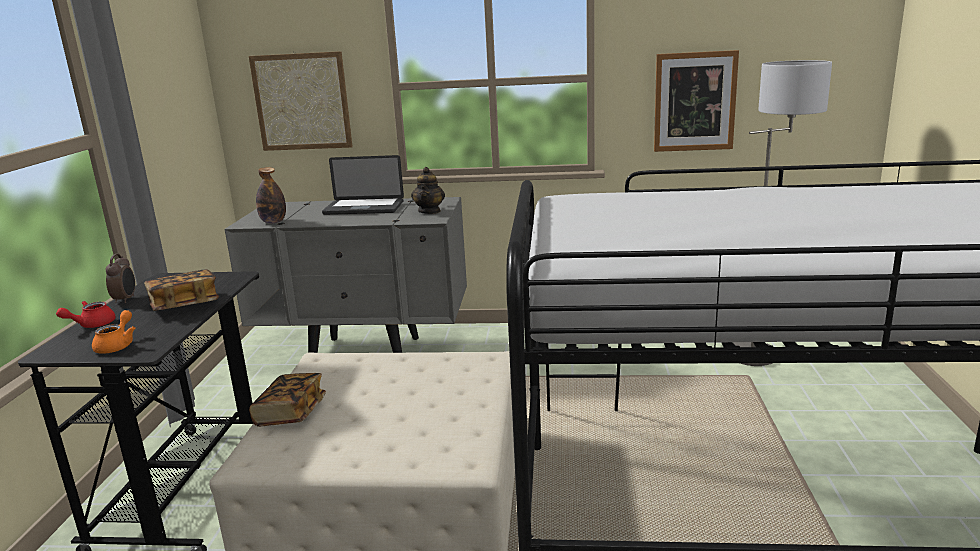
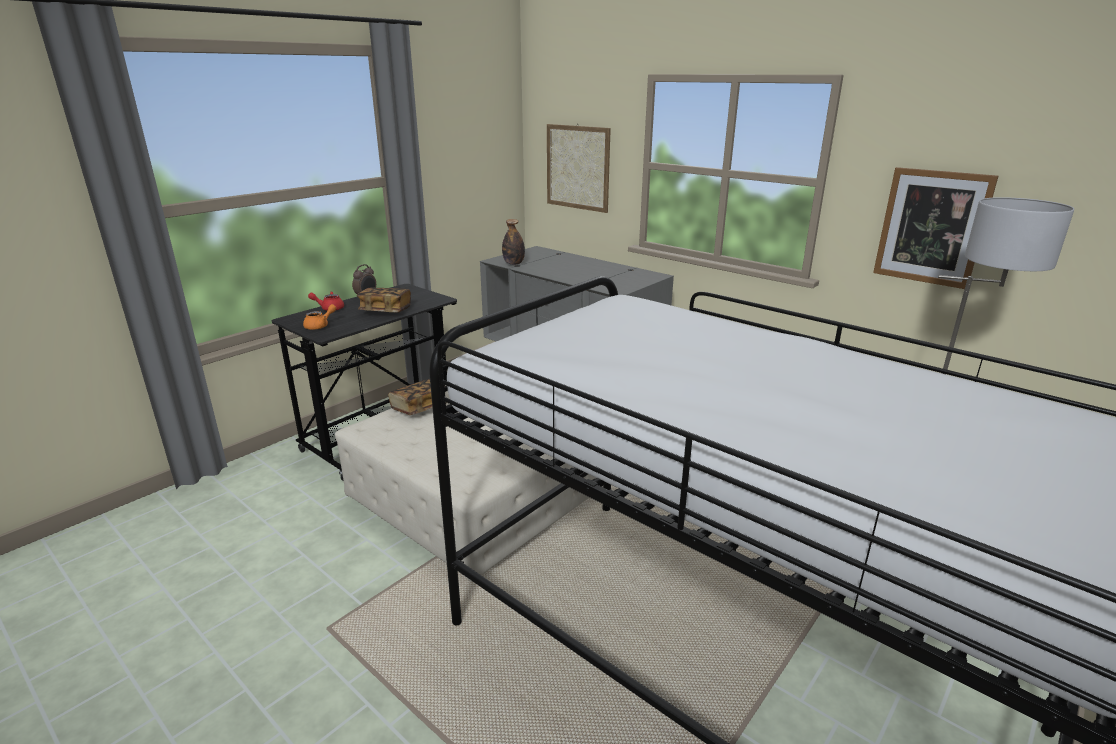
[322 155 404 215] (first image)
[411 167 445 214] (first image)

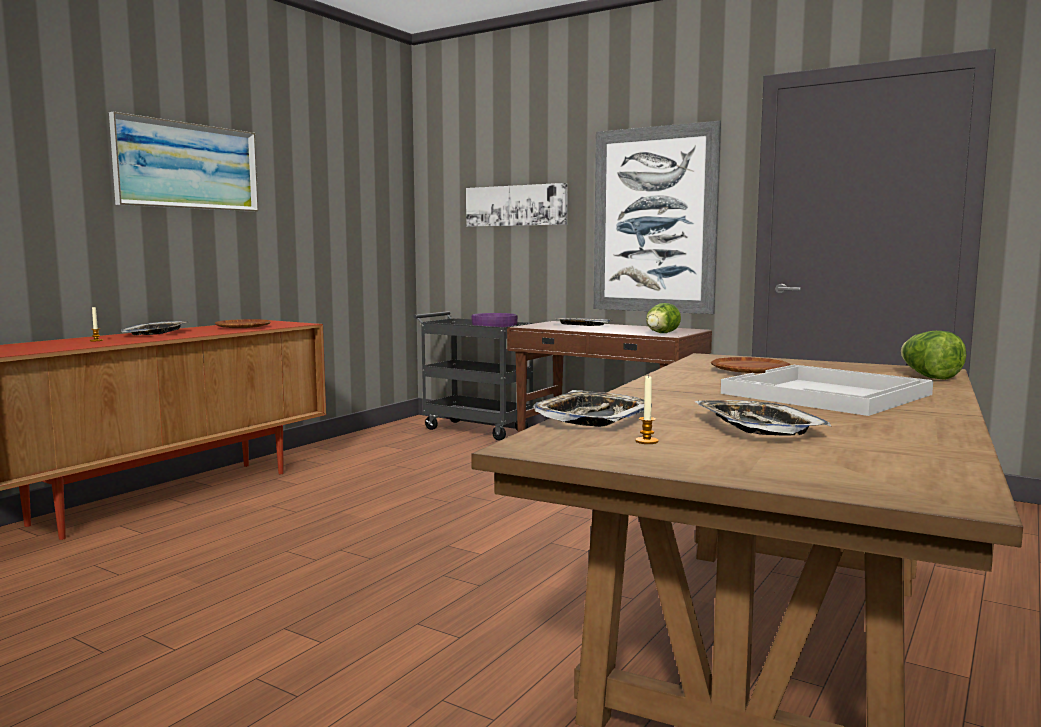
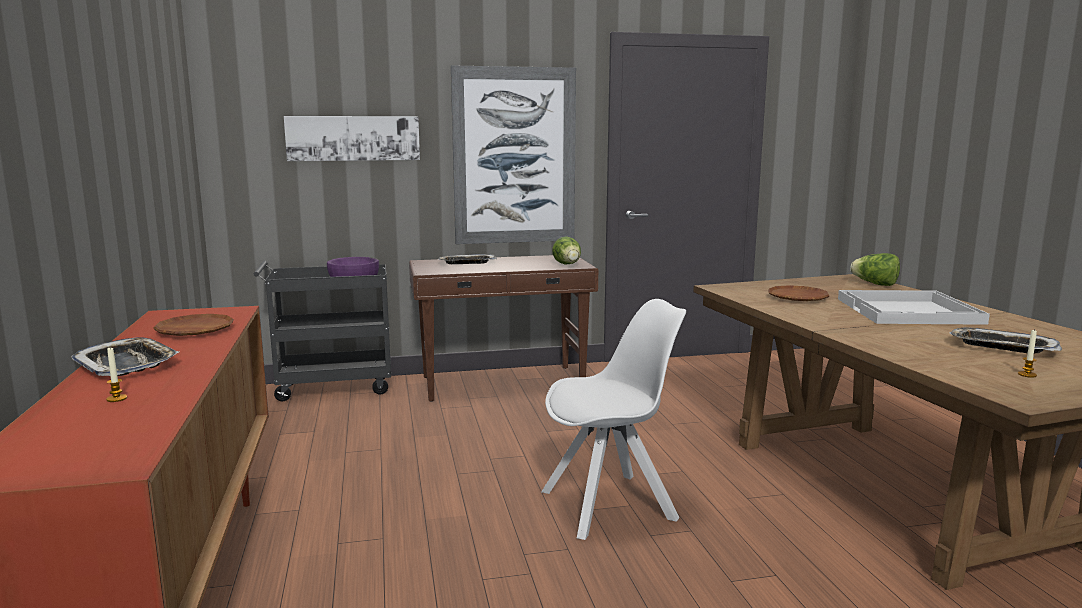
[541 299 686 540]
[109 112 259 212] (first image)
[533 390 652 427] (first image)

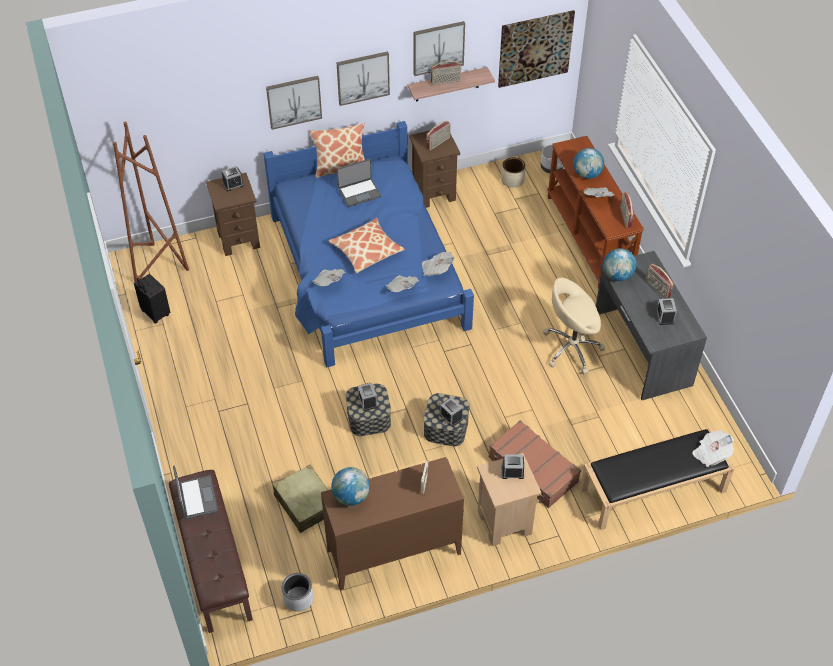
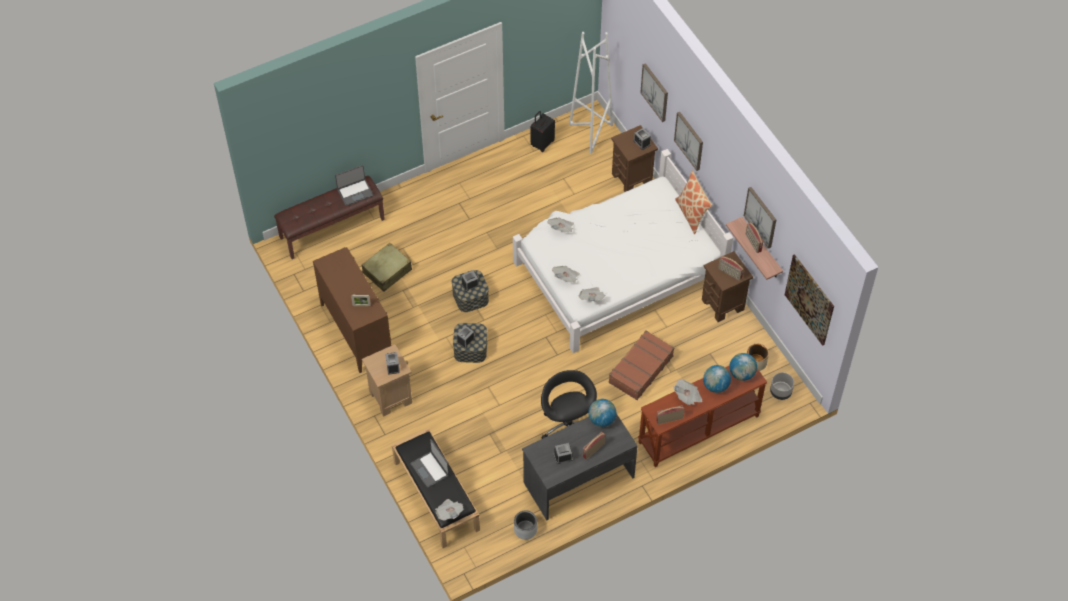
[410 439 449 488]
[513 149 733 353]
[514 510 537 540]
[541 370 597 439]
[569 32 613 154]
[609 330 674 400]
[640 63 668 122]
[729 353 757 381]
[329 218 405 273] (first image)

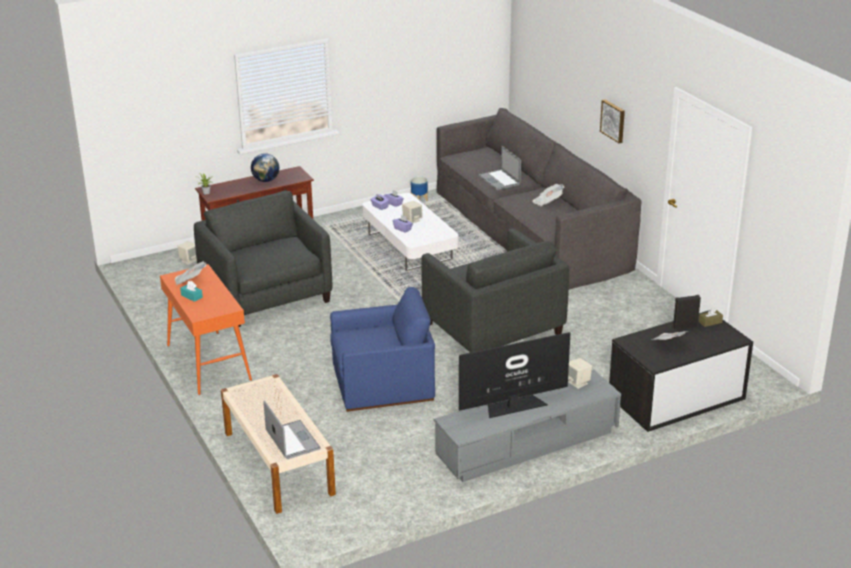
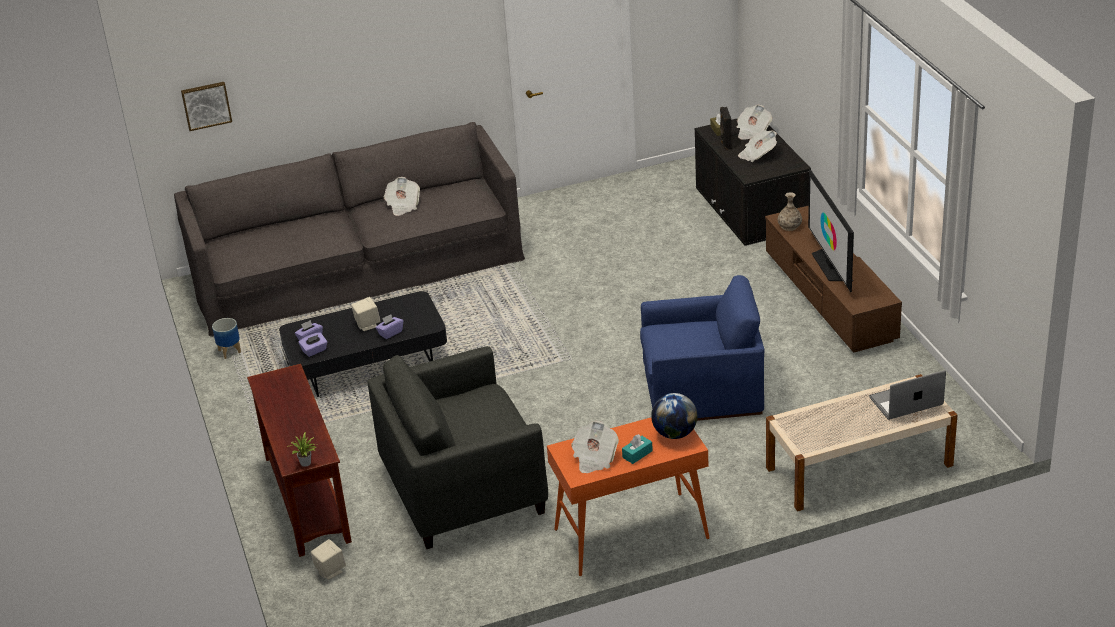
[181 82 232 131]
[279 291 447 397]
[640 275 764 421]
[651 393 697 439]
[737 105 772 140]
[765 205 902 353]
[778 192 802 231]
[422 229 569 353] (first image)
[478 146 521 190] (first image)

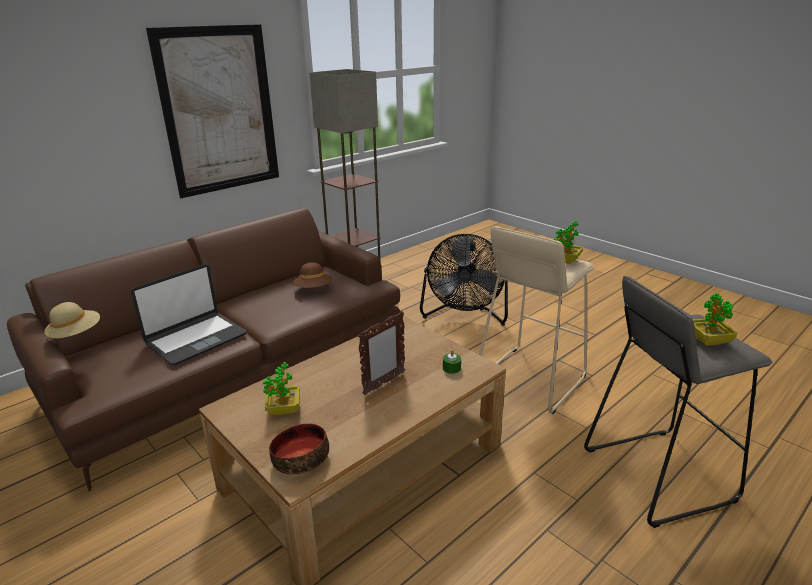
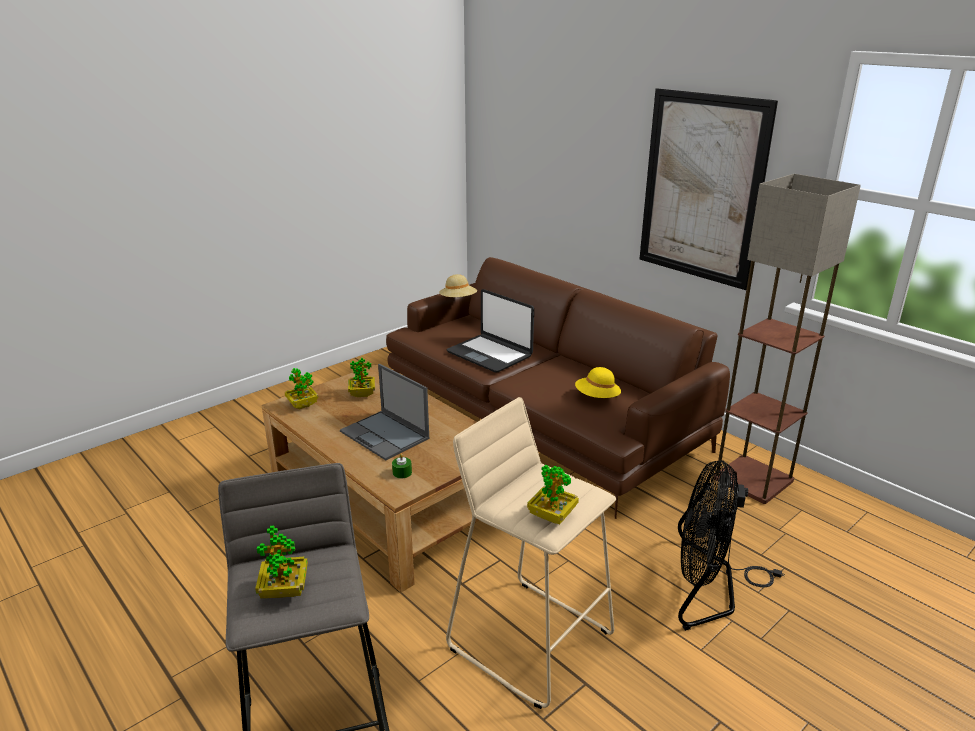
[285 368 318 409]
[340 364 429 460]
[575 367 621 398]

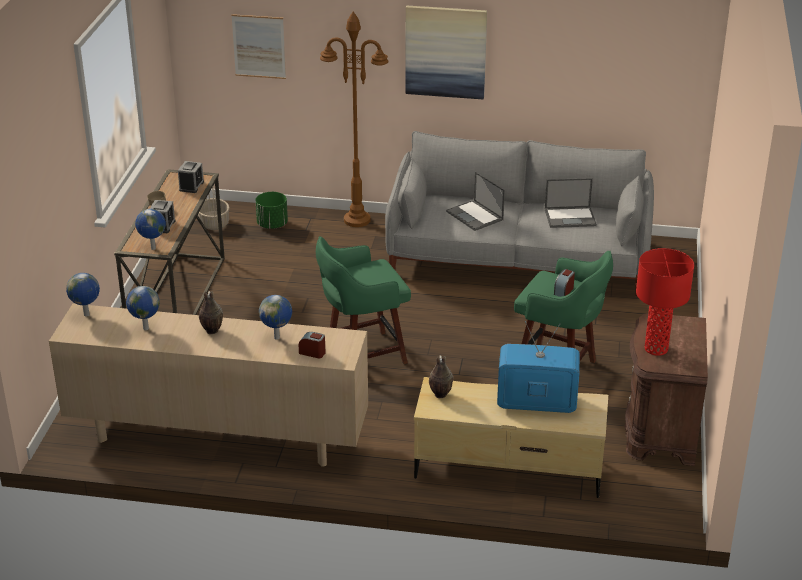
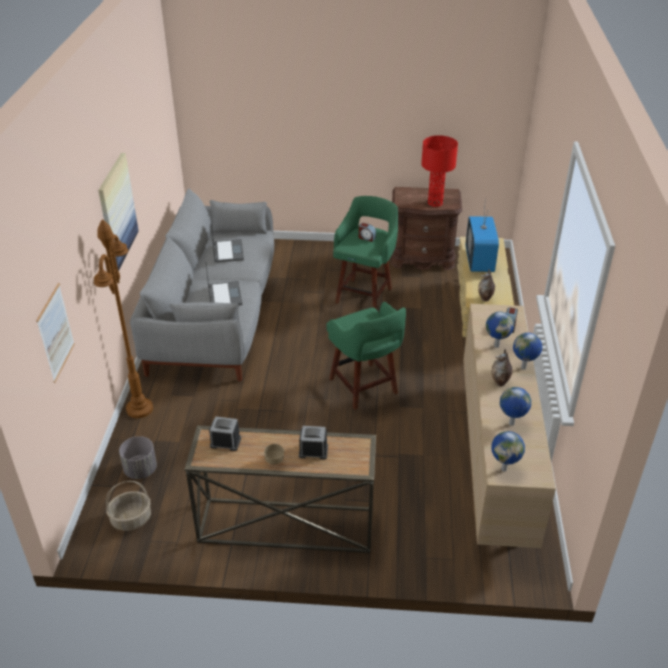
[119 436 157 479]
[205 262 242 305]
[513 333 542 369]

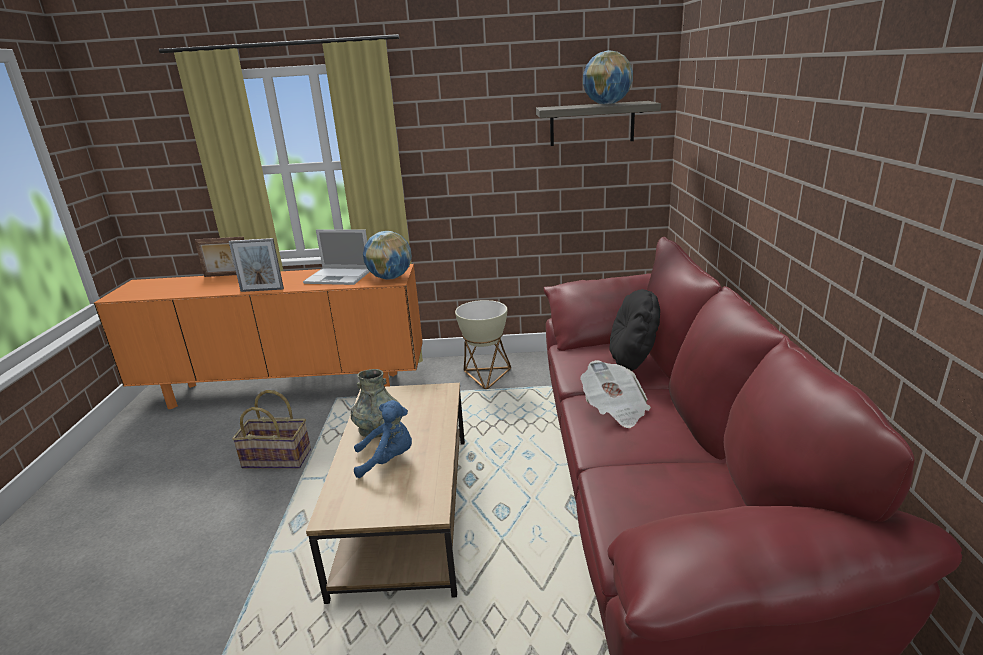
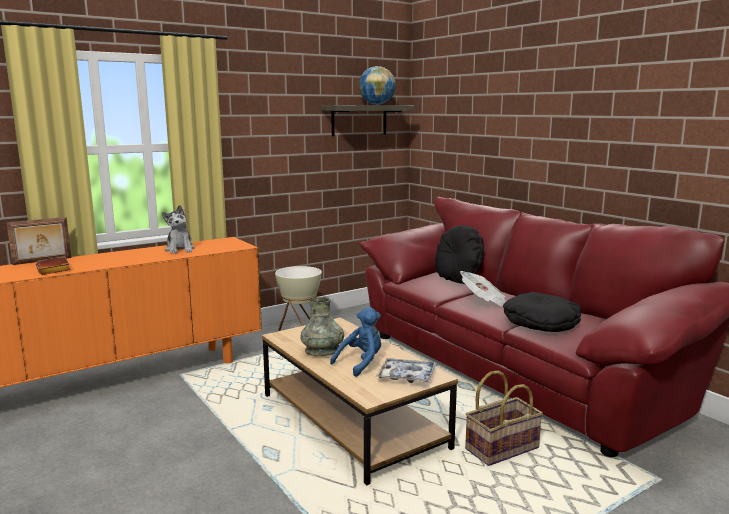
[36 256 71 275]
[162 205 195 254]
[376 358 436 383]
[465 371 543 466]
[503 292 581 332]
[228 238 284 292] (first image)
[363 231 412 280] (first image)

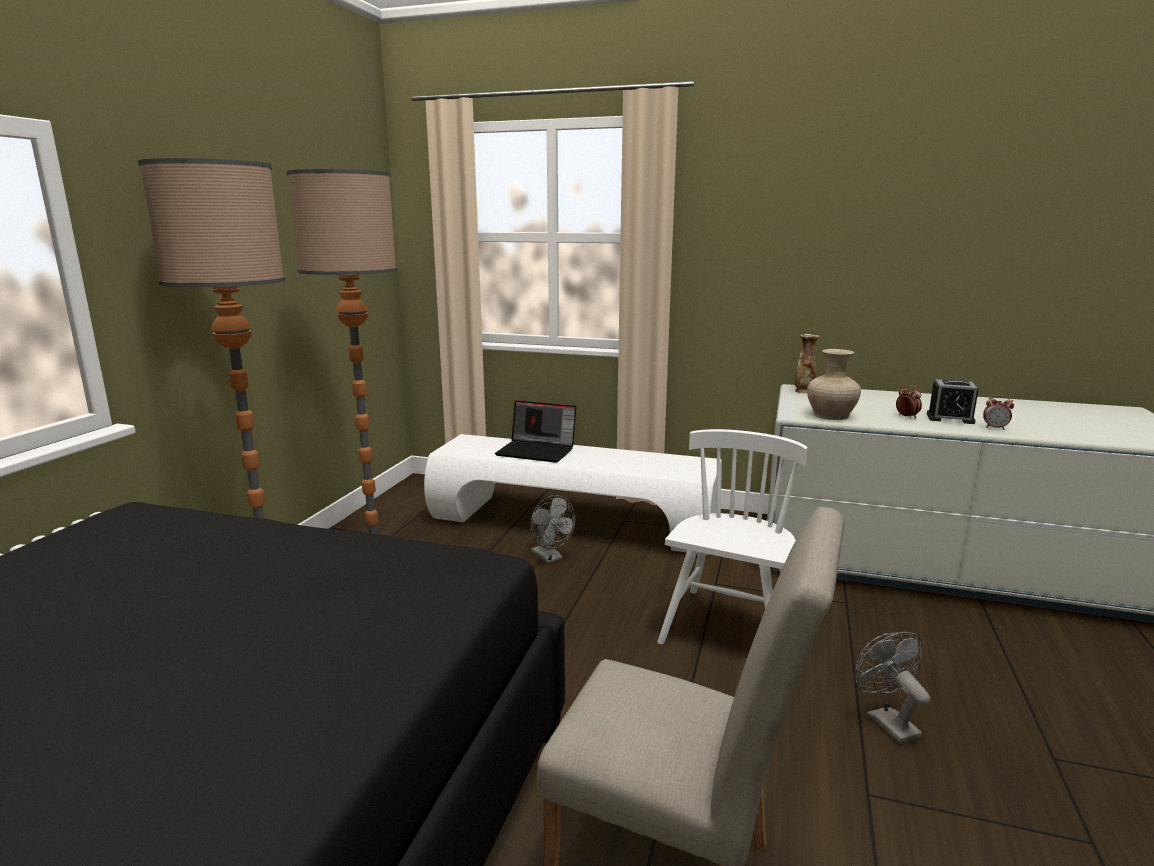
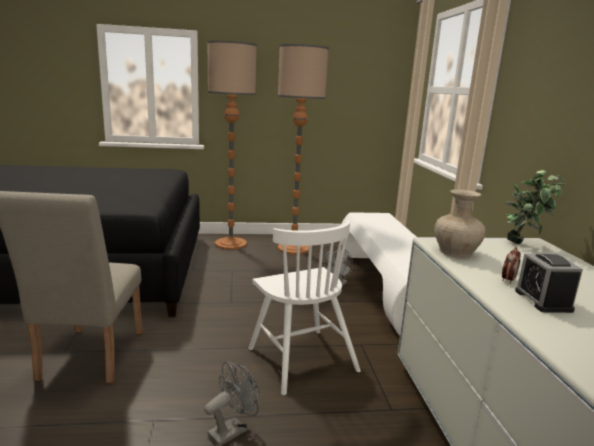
[248 220 361 395]
[505 170 566 244]
[495 400 576 463] (first image)
[983 395 1014 430] (first image)

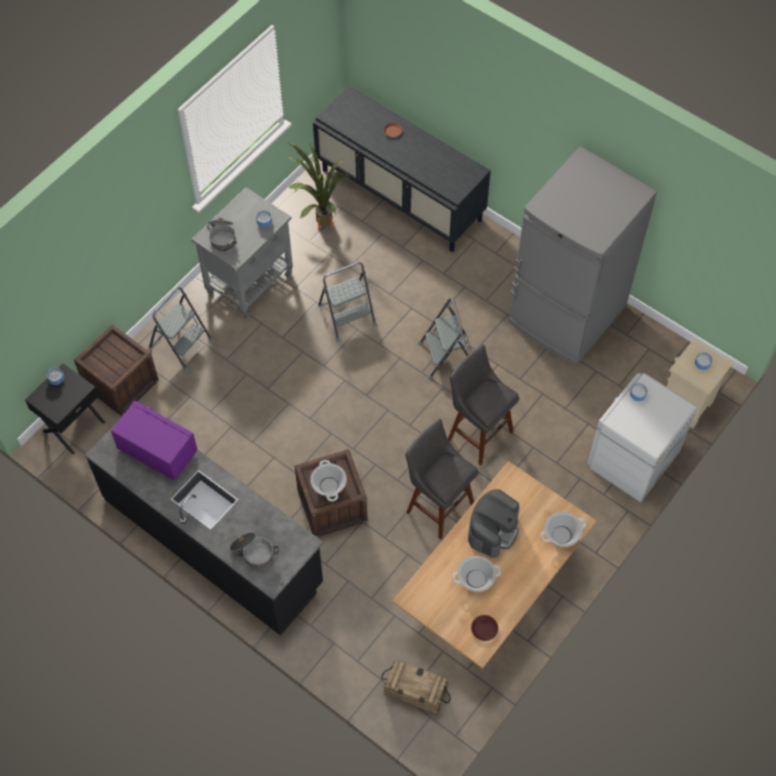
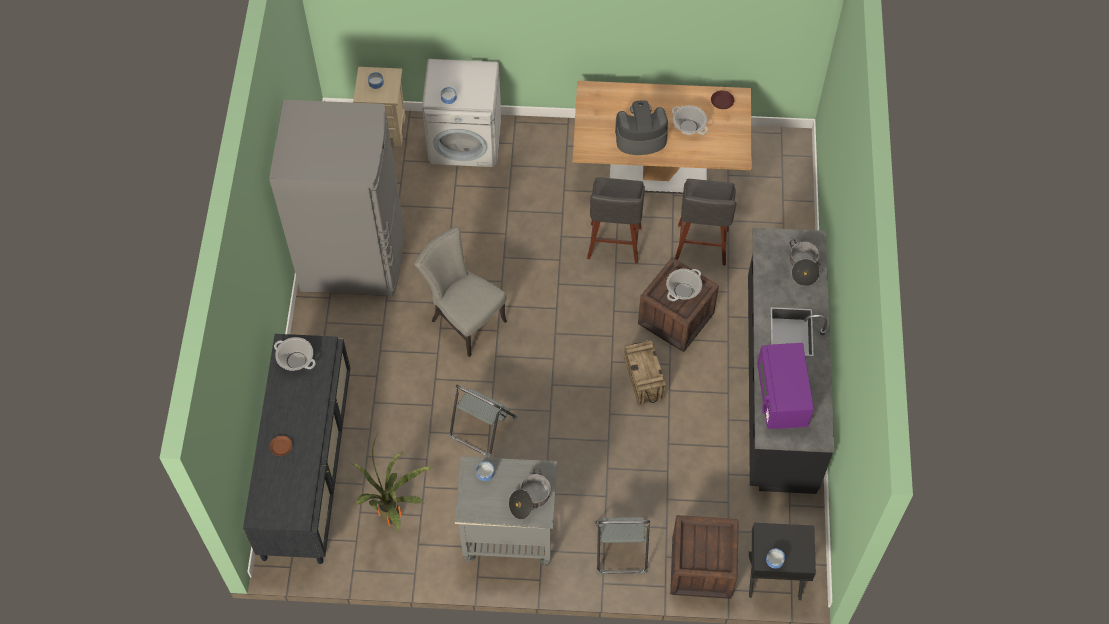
[274 337 315 371]
[414 226 507 357]
[624 340 666 405]
[675 179 736 266]

